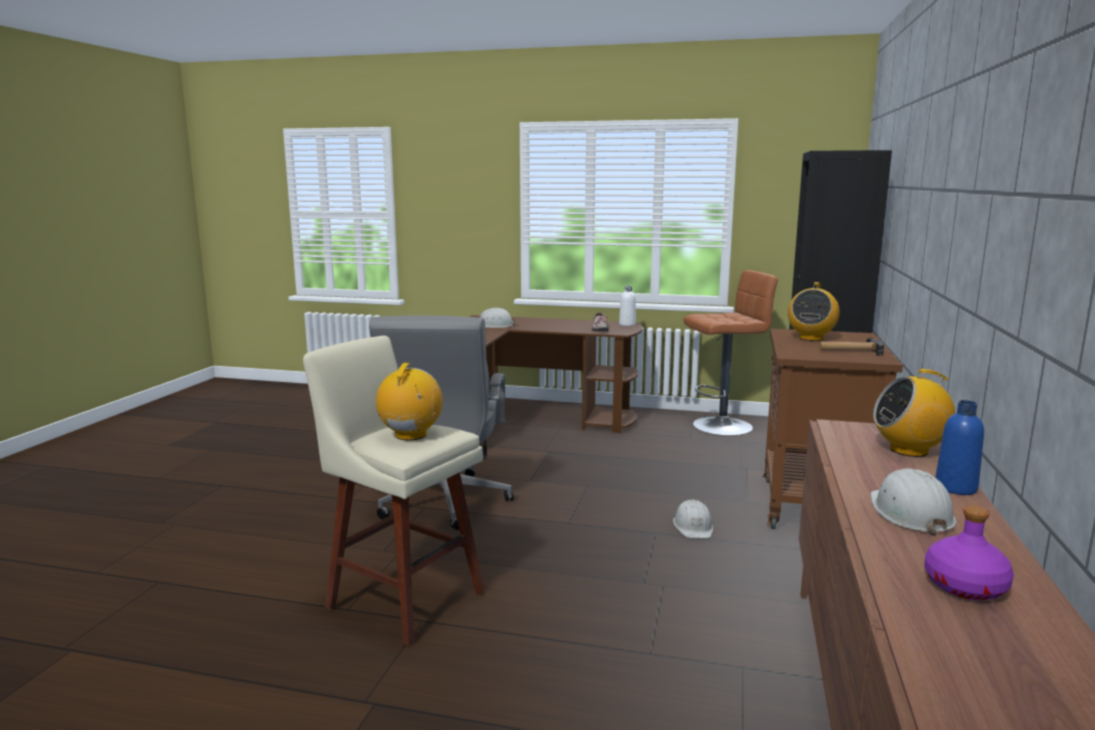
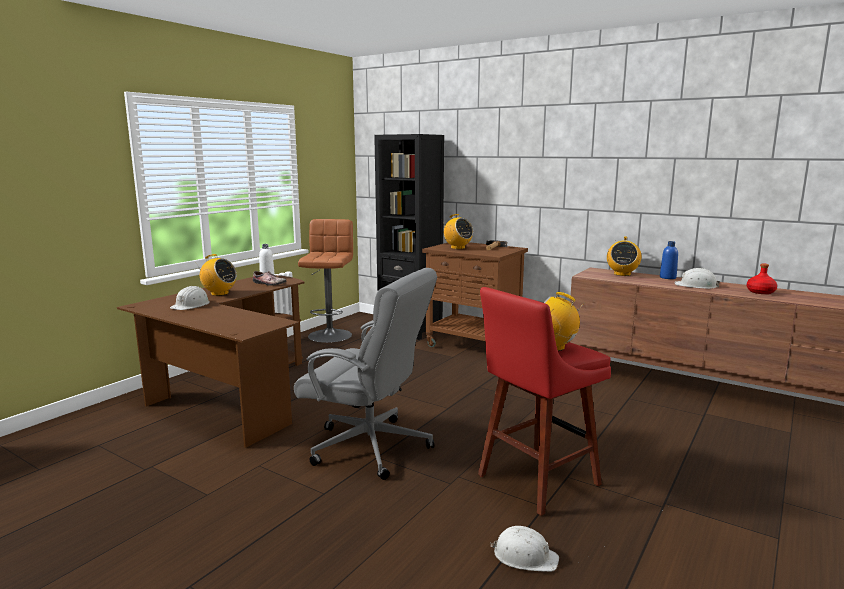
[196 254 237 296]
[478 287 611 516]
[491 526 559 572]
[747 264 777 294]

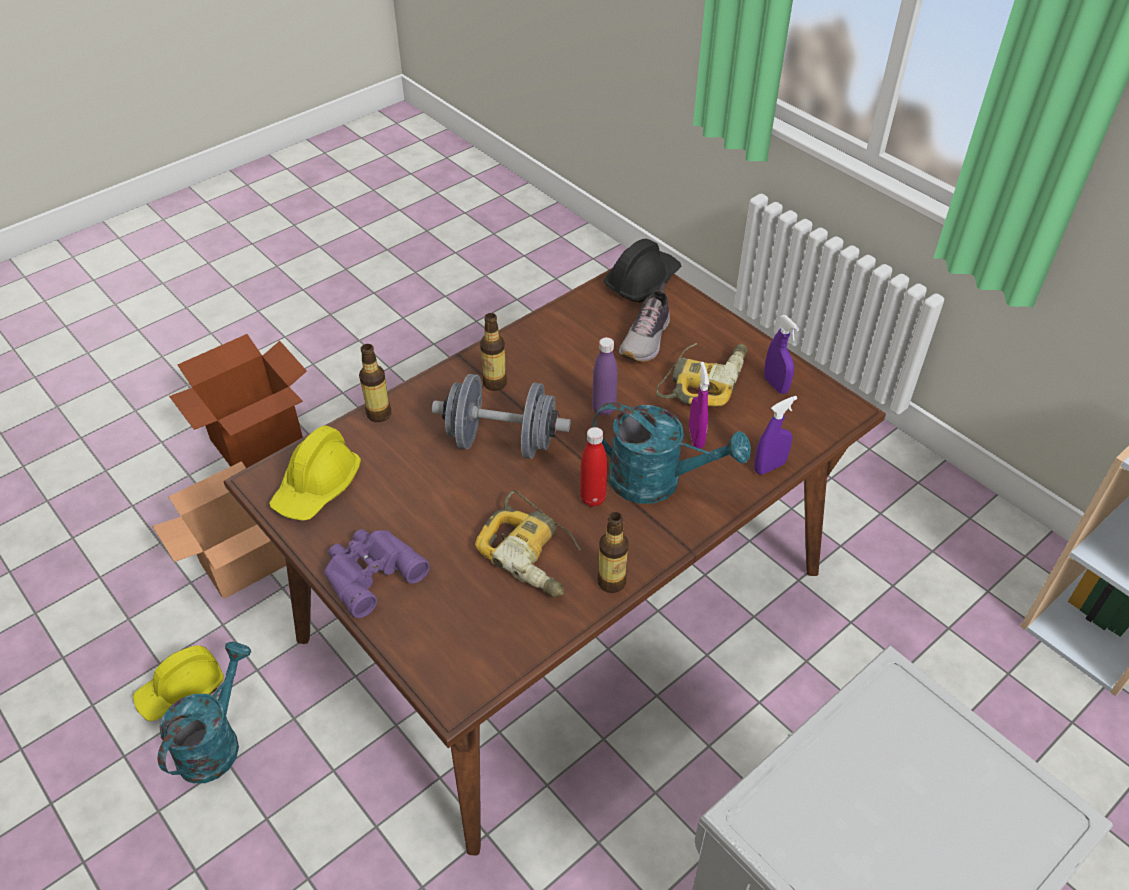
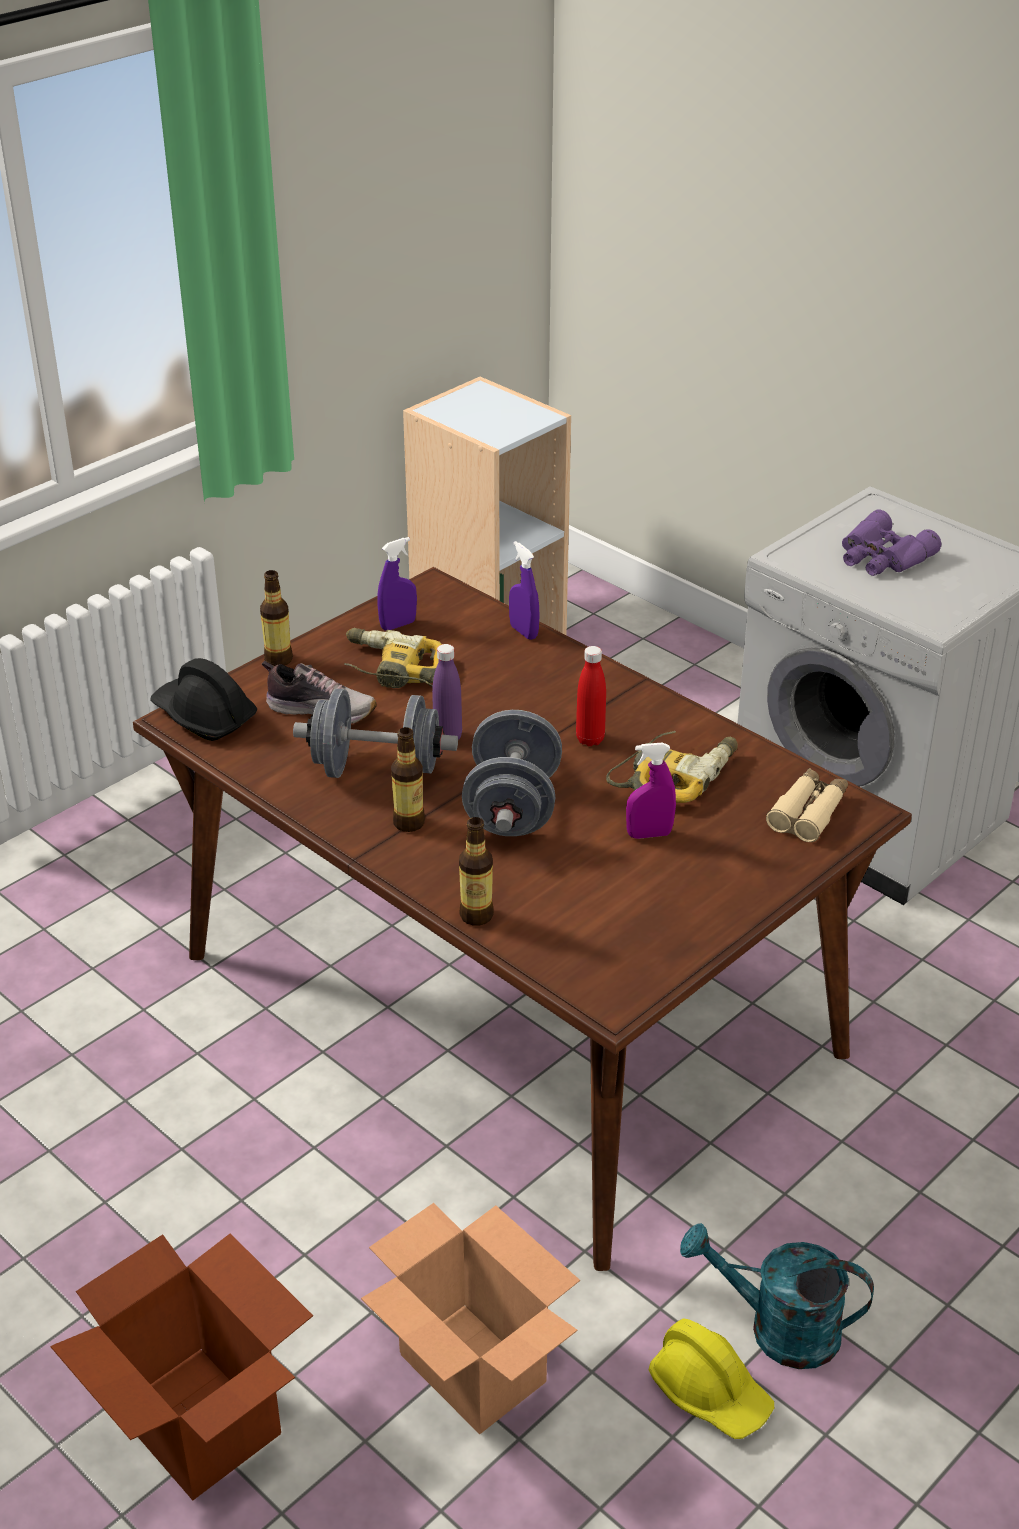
[260 570 293 666]
[293 689 458 778]
[626 742 676 839]
[766 768 848 842]
[842 509 941 576]
[269 425 361 521] (first image)
[593 402 751 504] (first image)

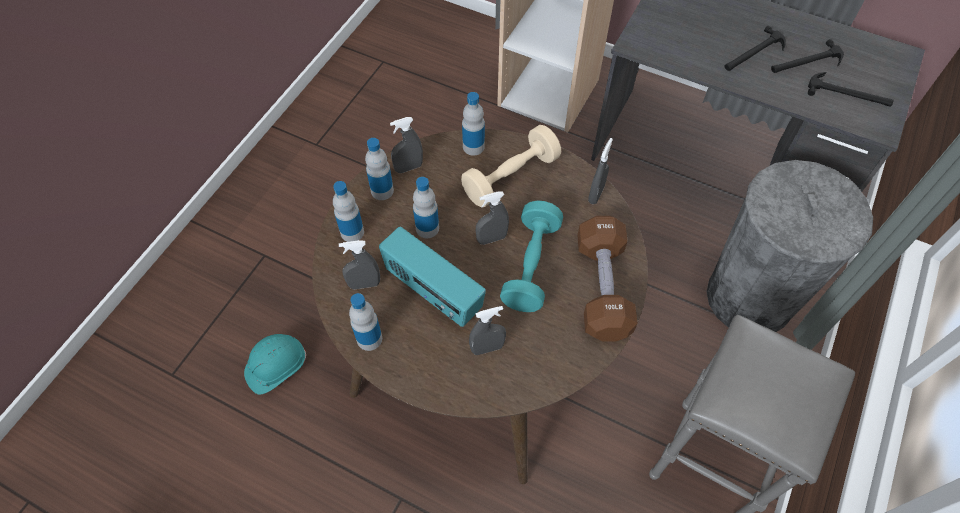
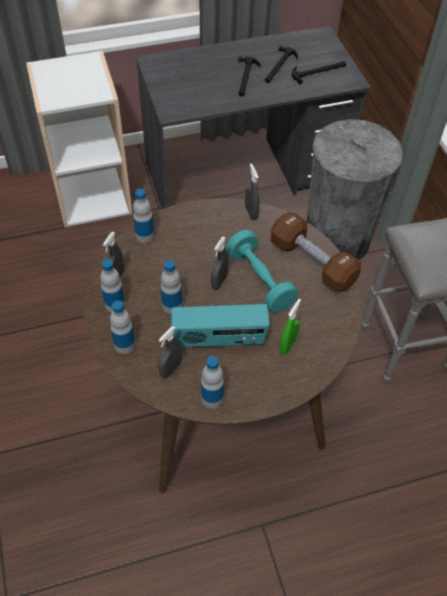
[279 299 301 355]
[244 334 306 395] (first image)
[461 125 561 207] (first image)

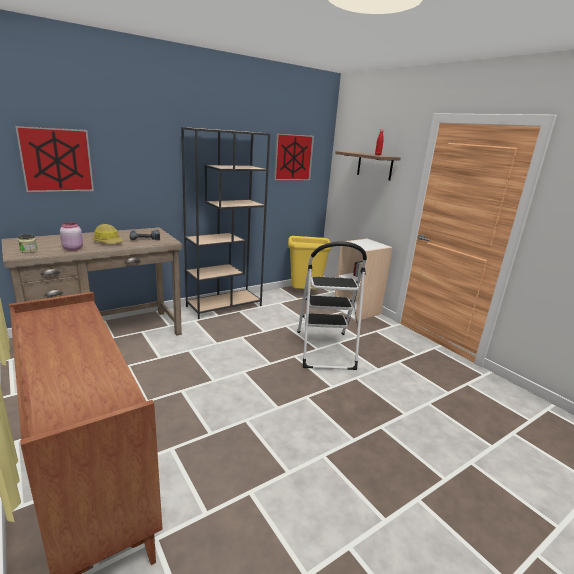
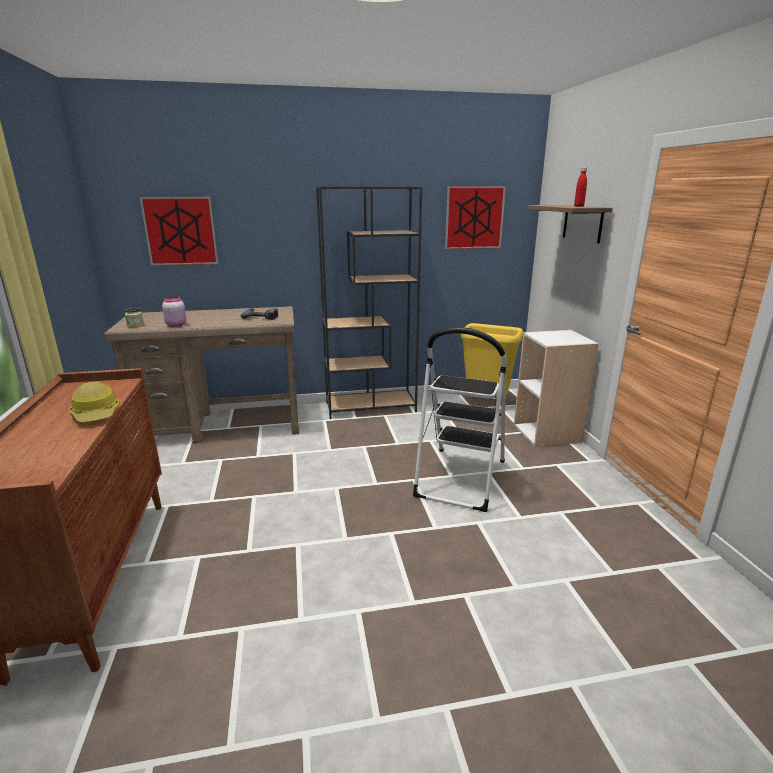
[69 382 119 423]

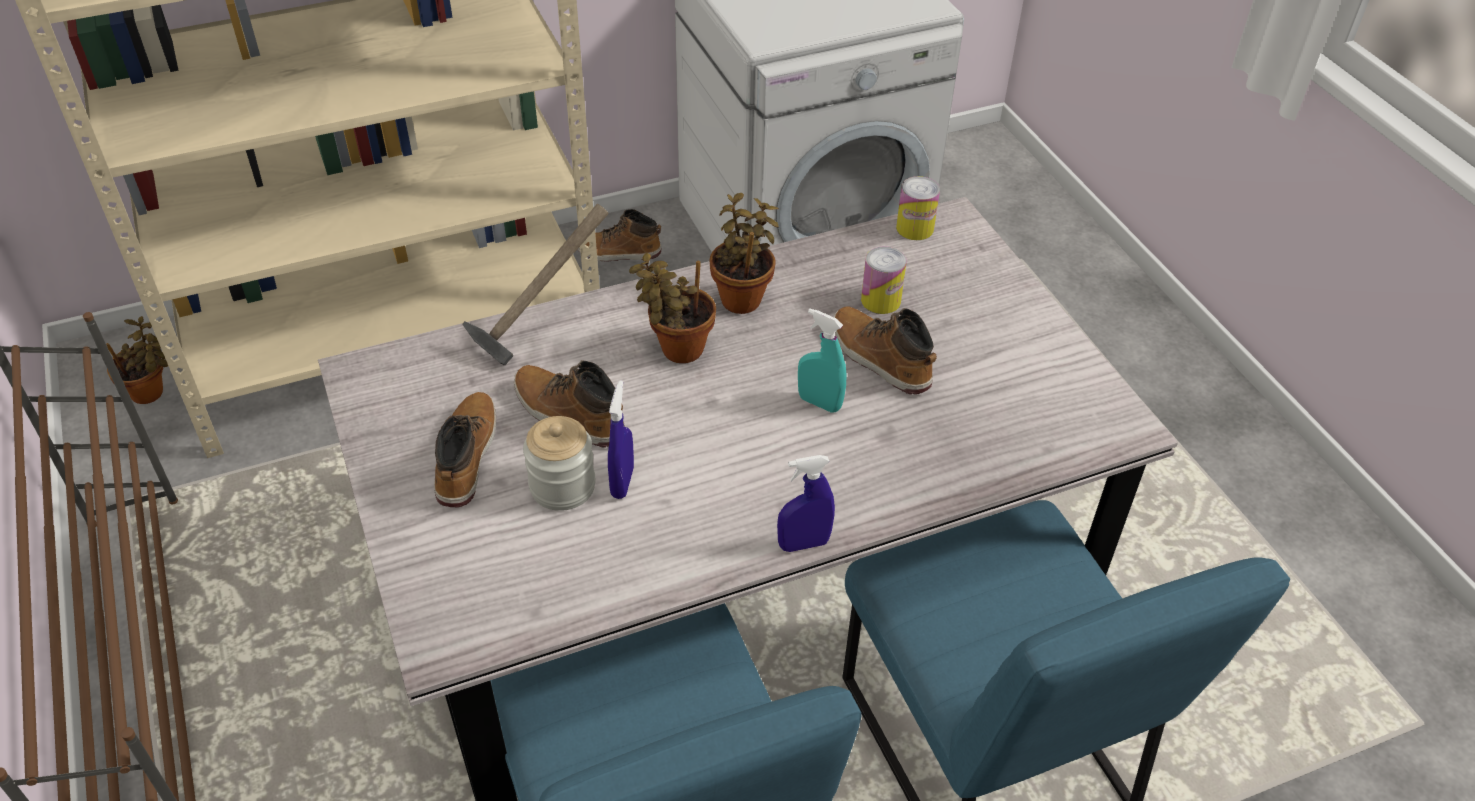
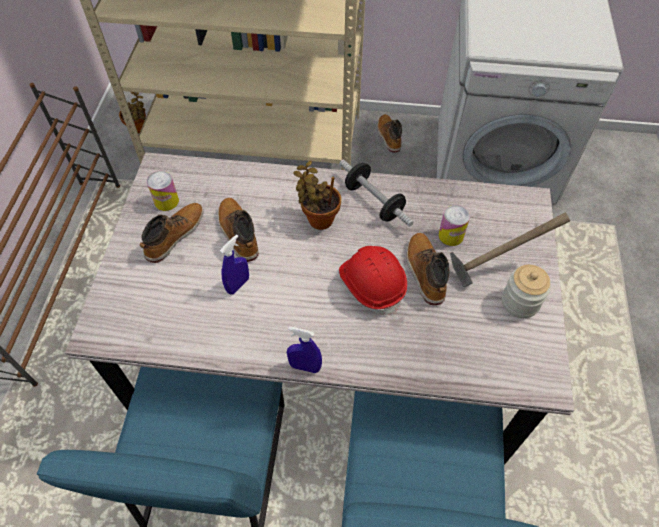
[147 171 179 211]
[339 159 414 227]
[339 246 407 315]
[377 114 402 153]
[450 213 570 287]
[502 265 551 318]

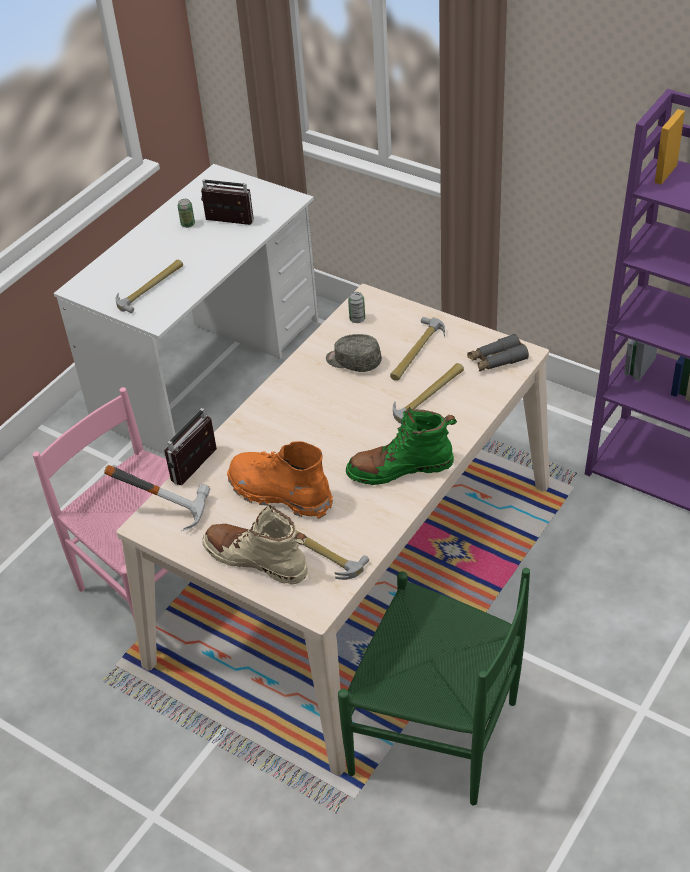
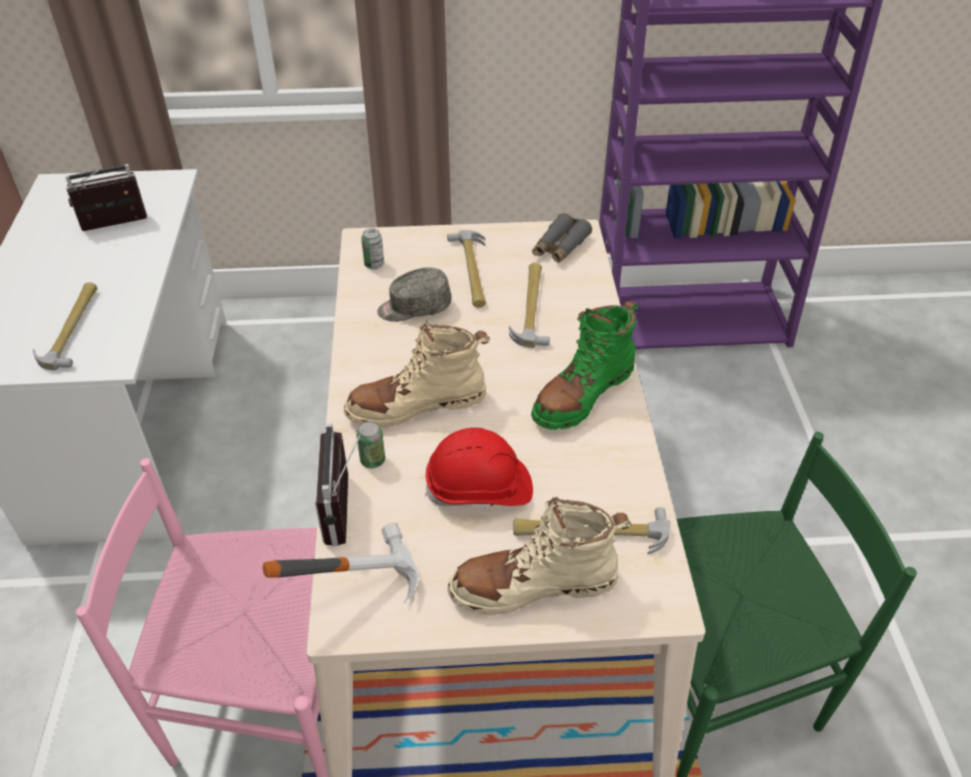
[344 321 490 428]
[356 421 385 468]
[425 428 533 508]

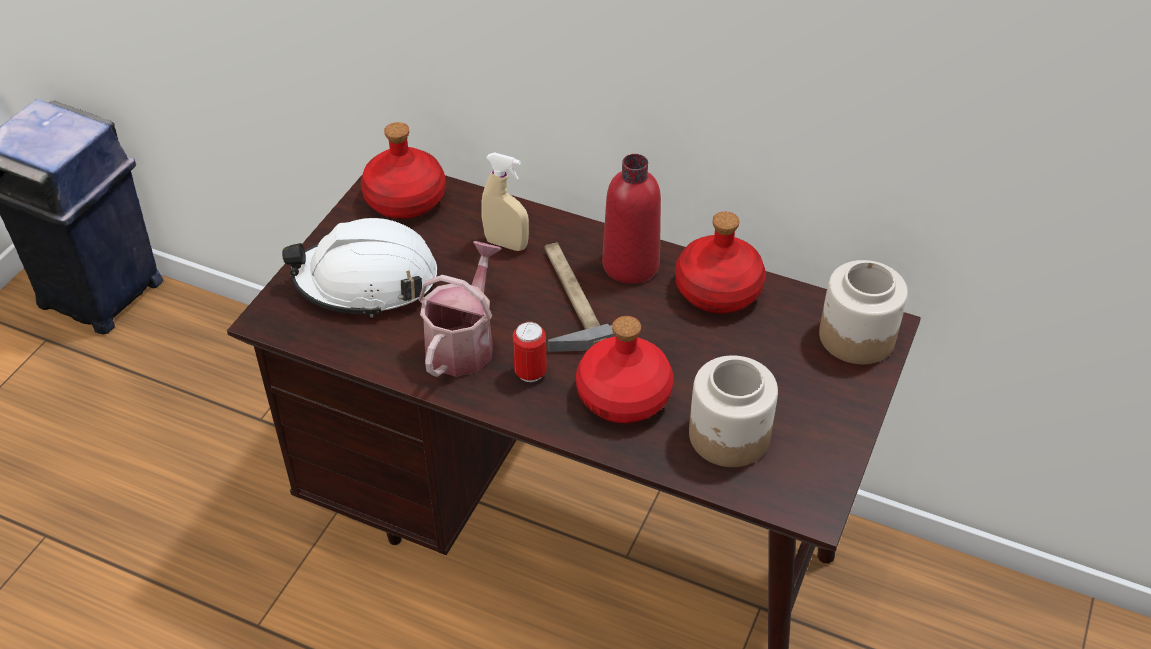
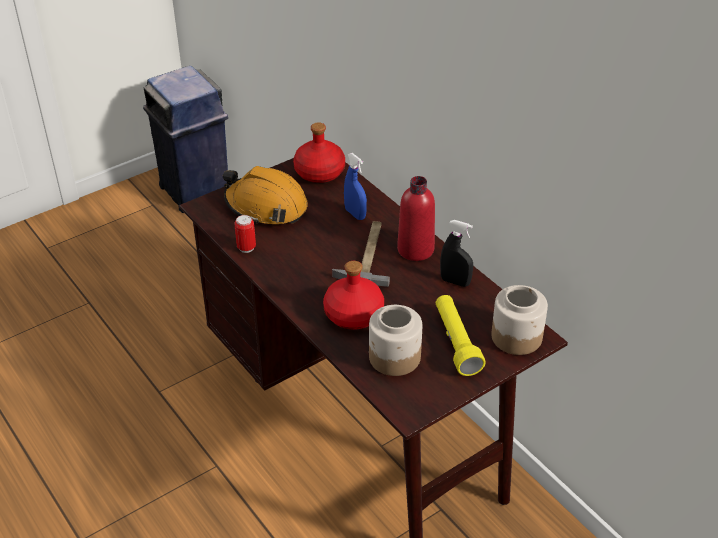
[223 166 308 224]
[235 215 256 253]
[344 153 367 220]
[436 295 486 376]
[440 220 473 287]
[418 241 502 377] (first image)

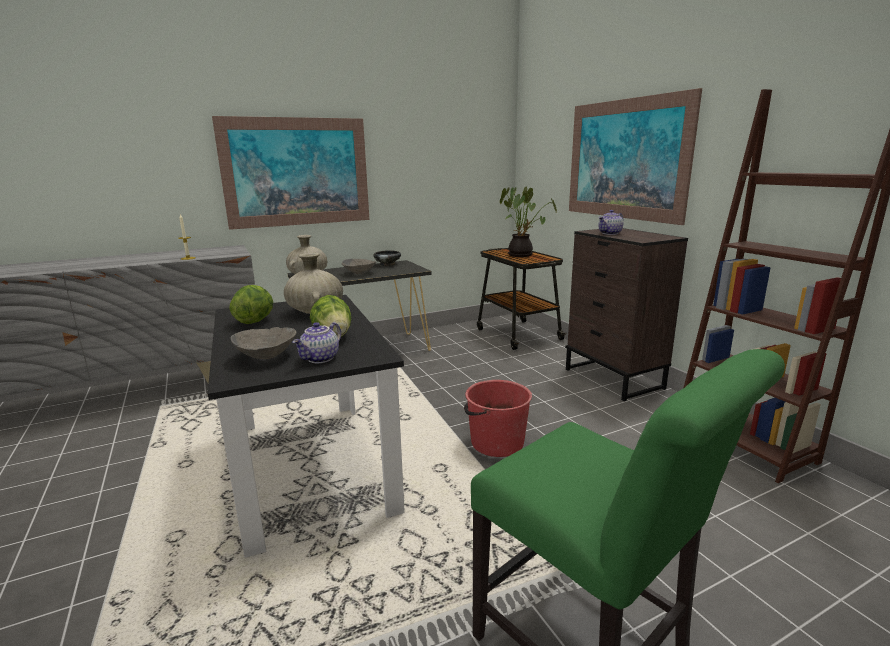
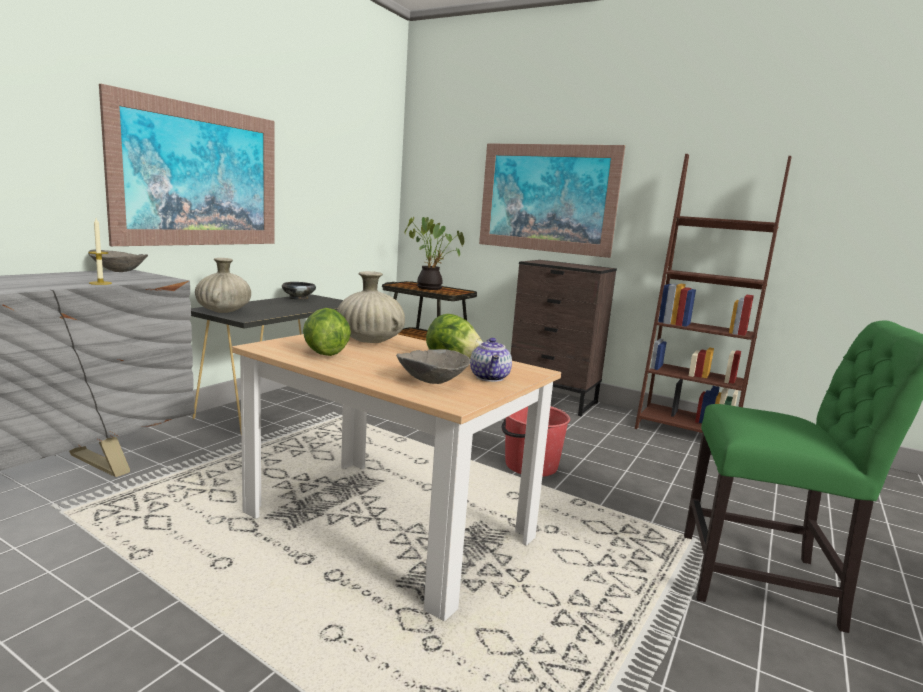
[88 249 148 272]
[232 334 561 621]
[598 210 623 235] (first image)

